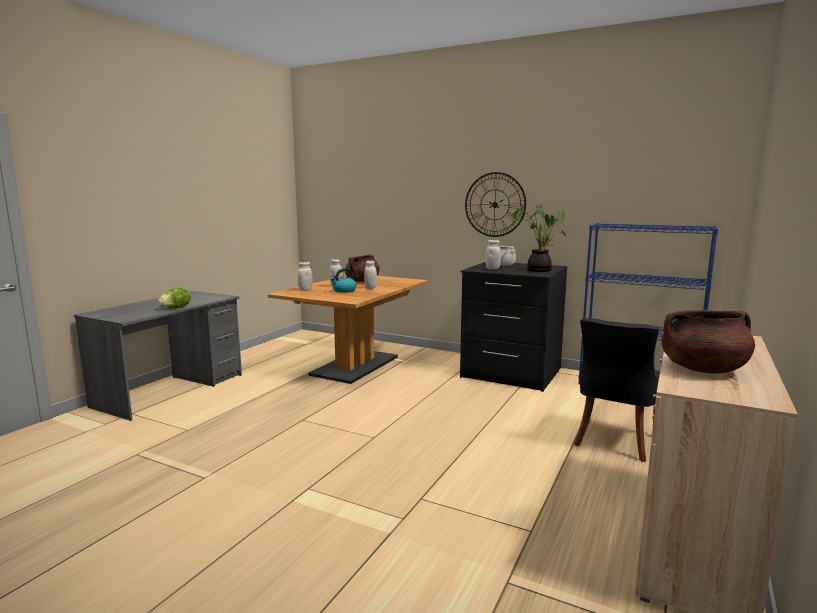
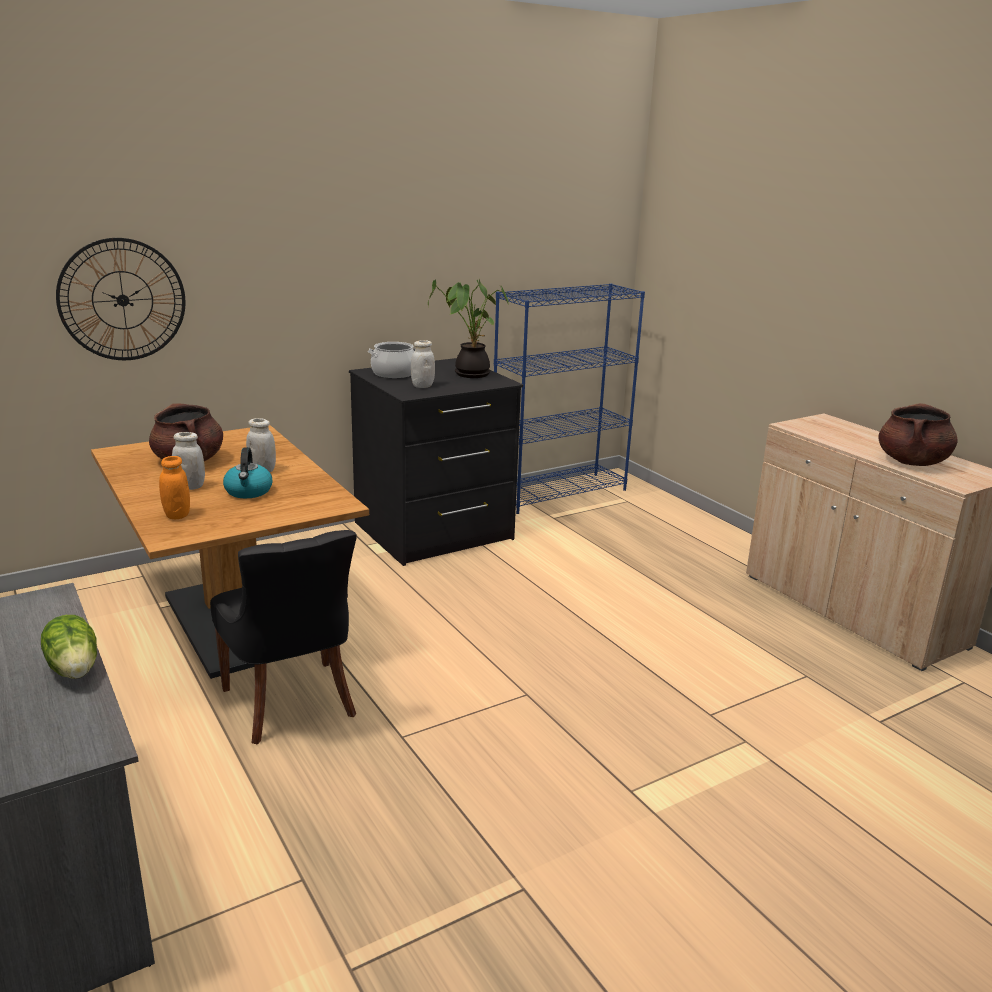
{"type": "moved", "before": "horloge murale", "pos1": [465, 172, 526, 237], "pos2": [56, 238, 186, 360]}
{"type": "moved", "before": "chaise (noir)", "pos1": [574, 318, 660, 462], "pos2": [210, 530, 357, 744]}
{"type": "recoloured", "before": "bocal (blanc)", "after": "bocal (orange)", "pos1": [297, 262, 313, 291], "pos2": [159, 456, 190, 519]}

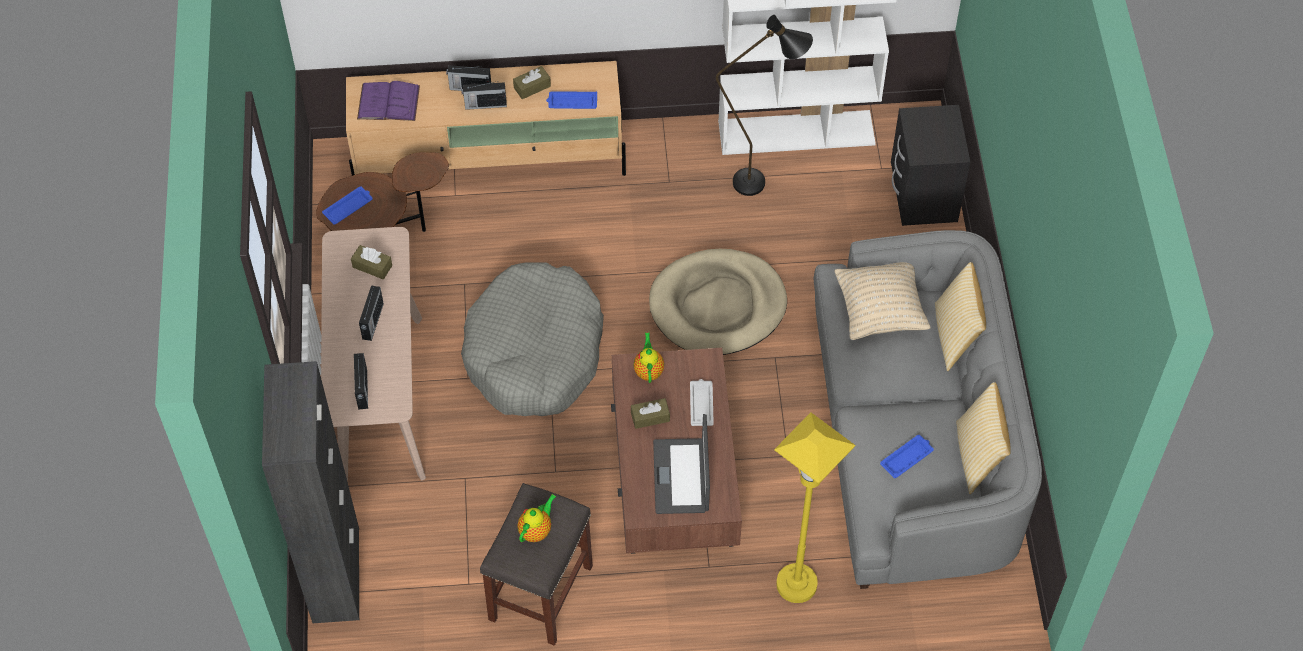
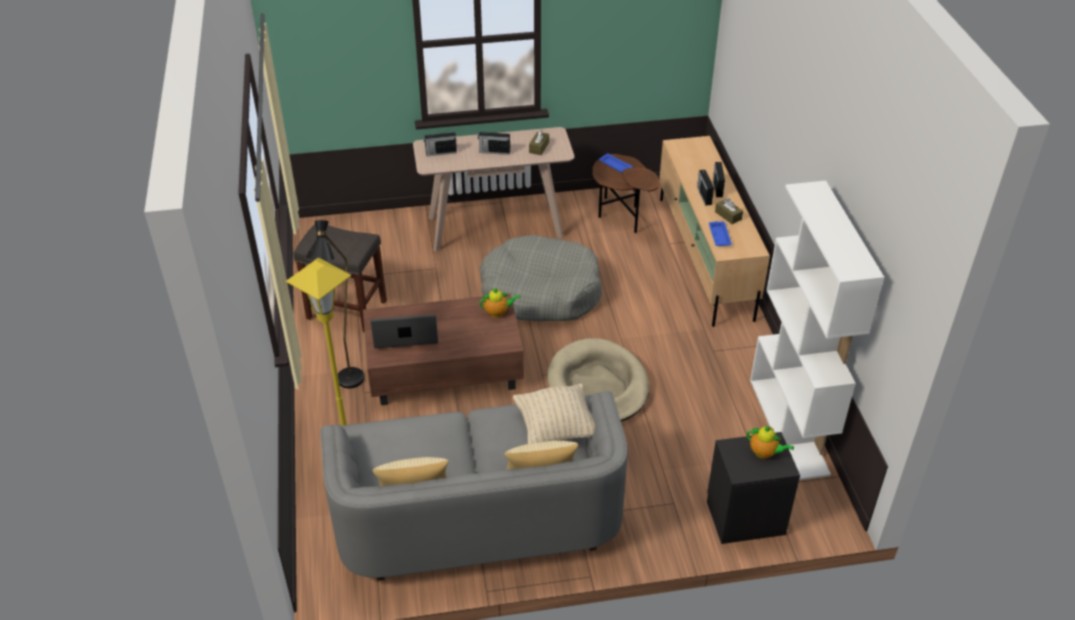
{"type": "removed", "before": "meuble de rangement (noir)", "pos1": [262, 361, 359, 623]}
{"type": "removed", "before": "livre (violet)", "pos1": [357, 81, 420, 121]}
{"type": "removed", "before": "boîte à mouchoirs (marron)", "pos1": [631, 398, 670, 429]}
{"type": "removed", "before": "plateau (blanc)", "pos1": [690, 379, 714, 426]}
{"type": "removed", "before": "plateau (bleu)", "pos1": [880, 435, 934, 478]}
{"type": "moved", "before": "théière", "pos1": [518, 494, 556, 542], "pos2": [747, 426, 794, 459]}
{"type": "moved", "before": "lampadaire (noir)", "pos1": [716, 15, 813, 196], "pos2": [305, 220, 364, 388]}

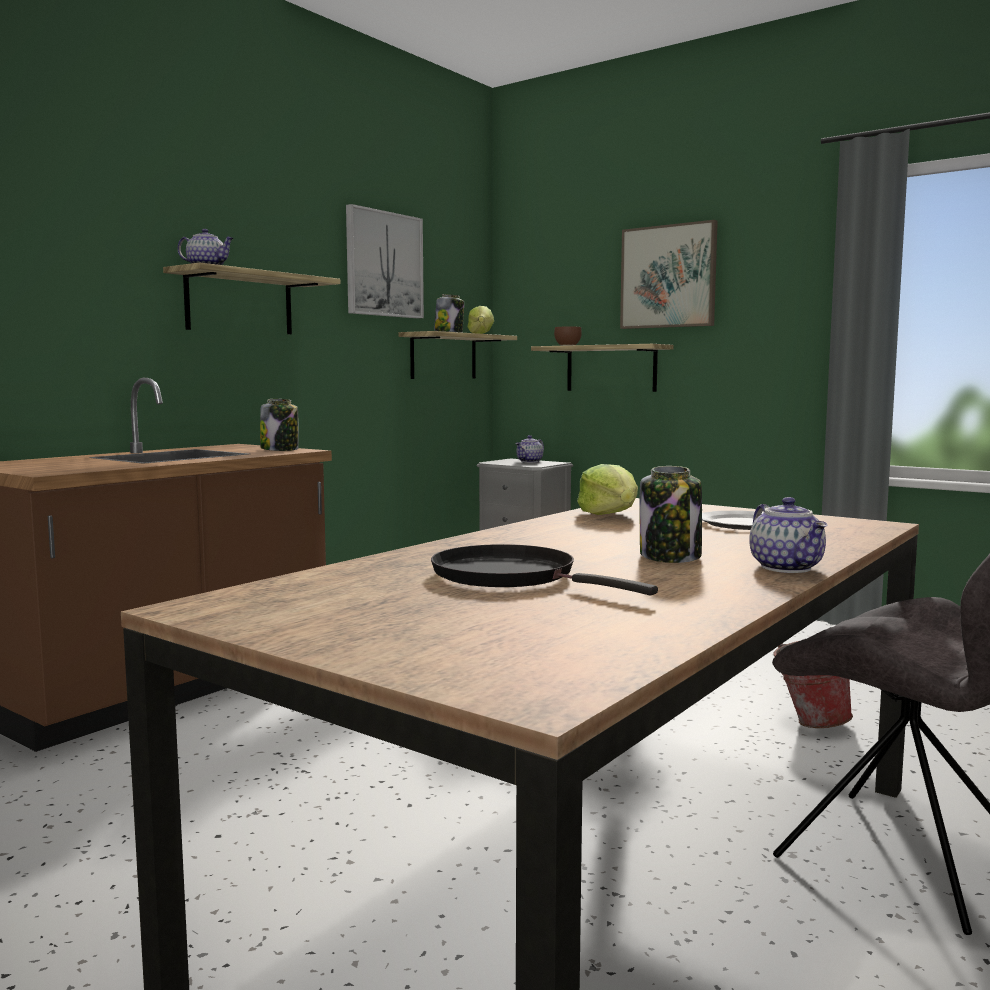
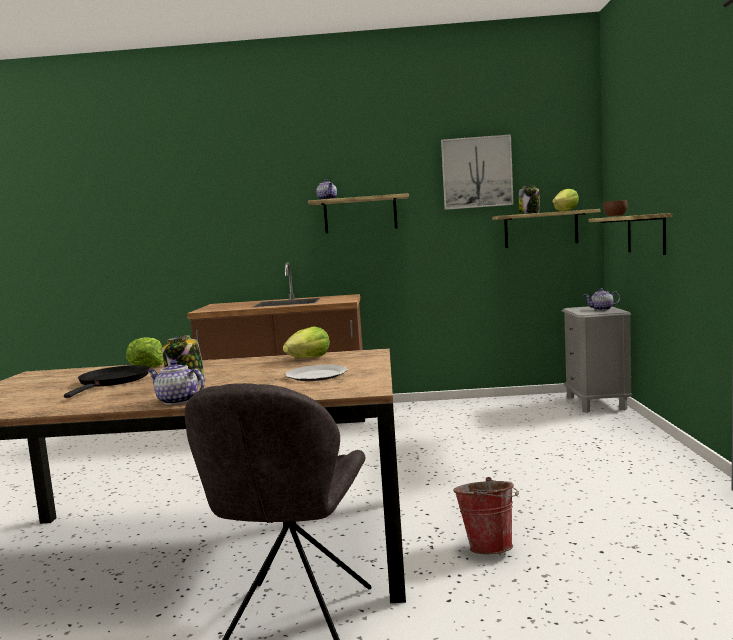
{"type": "removed", "before": "bocal", "pos1": [260, 399, 298, 451]}
{"type": "removed", "before": "tableau", "pos1": [620, 220, 718, 329]}
{"type": "added", "after": "laitue", "pos2": [126, 337, 164, 368]}
{"type": "turned", "before": "théière", "pos1": [749, 497, 827, 573], "pos2": [148, 360, 205, 405], "turn": 75}

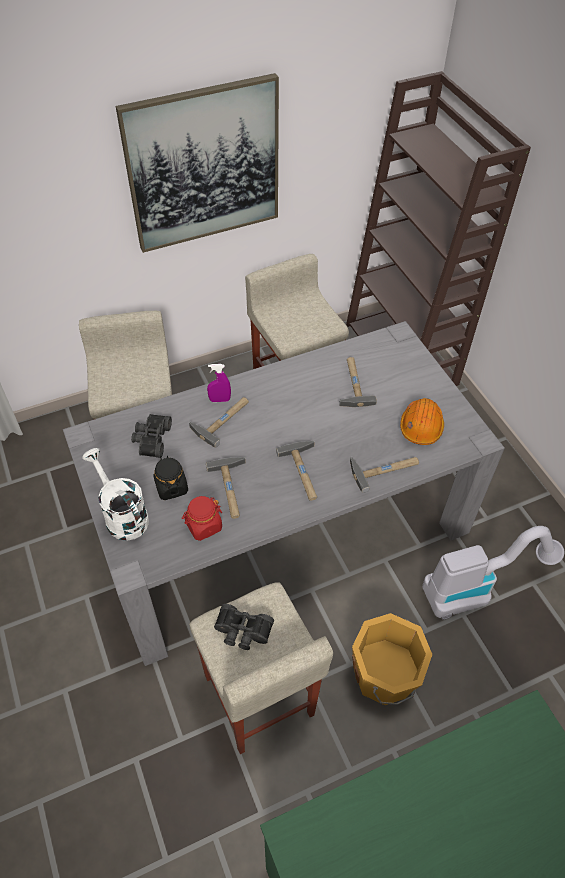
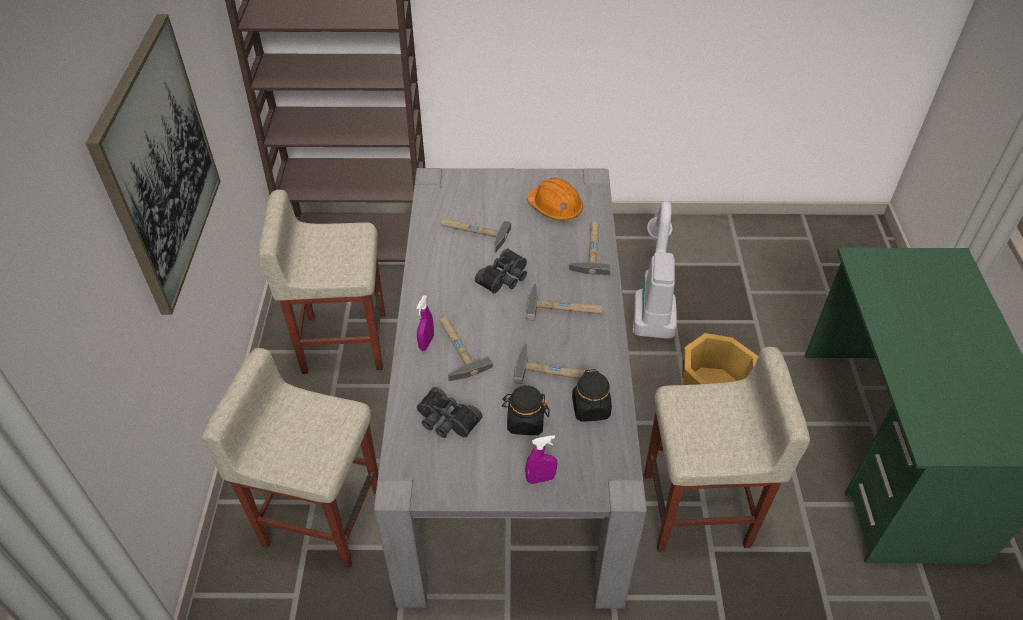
{"type": "moved", "before": "jumelles (noir)", "pos1": [214, 604, 274, 650], "pos2": [475, 248, 527, 293]}
{"type": "replaced", "before": "arrosoir (blanc)", "after": "vaporisateur (violet)", "pos1": [82, 448, 149, 541], "pos2": [525, 435, 557, 484]}
{"type": "recoloured", "before": "bocal (rouge)", "after": "bocal (noir)", "pos1": [182, 496, 222, 541], "pos2": [572, 369, 612, 422]}

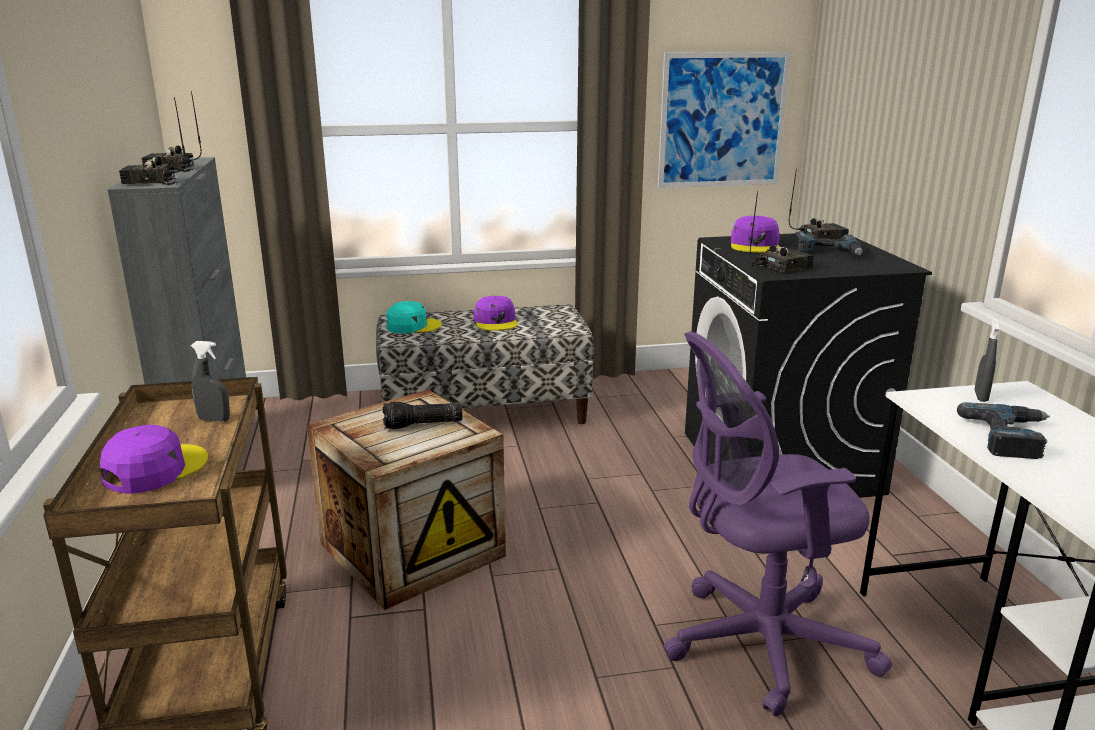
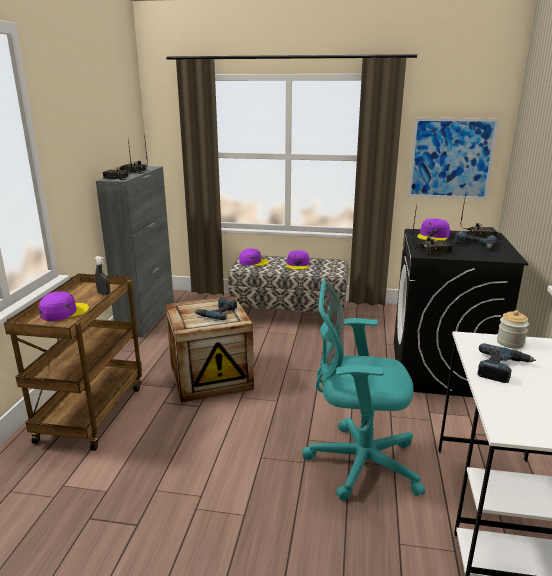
{"type": "replaced", "before": "lampe de poche", "after": "perceuse", "pos1": [383, 402, 463, 429], "pos2": [194, 297, 237, 320]}
{"type": "replaced", "before": "vaporisateur (gris)", "after": "bocal", "pos1": [975, 318, 1000, 402], "pos2": [497, 310, 529, 349]}
{"type": "recoloured", "before": "casquette (turquoise)", "after": "casquette (violet)", "pos1": [386, 301, 442, 333], "pos2": [239, 248, 269, 266]}
{"type": "recoloured", "before": "chaise de bureau (violet)", "after": "chaise de bureau (turquoise)", "pos1": [664, 331, 892, 717], "pos2": [302, 280, 425, 501]}

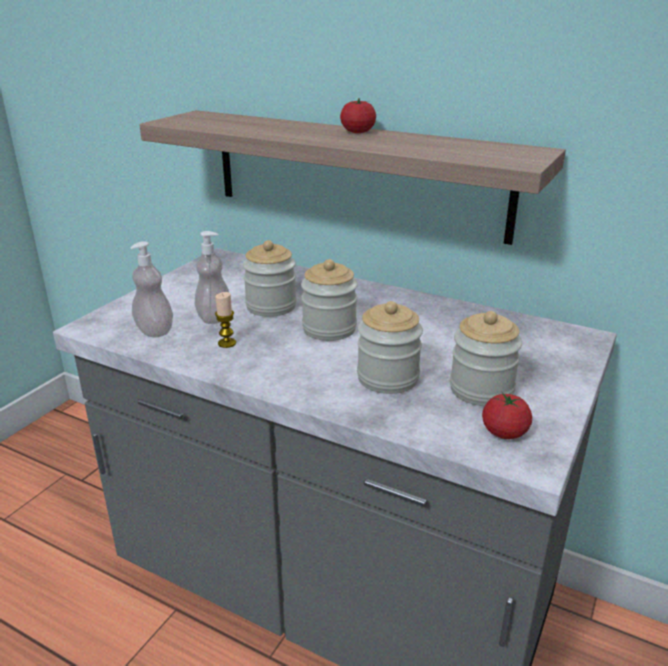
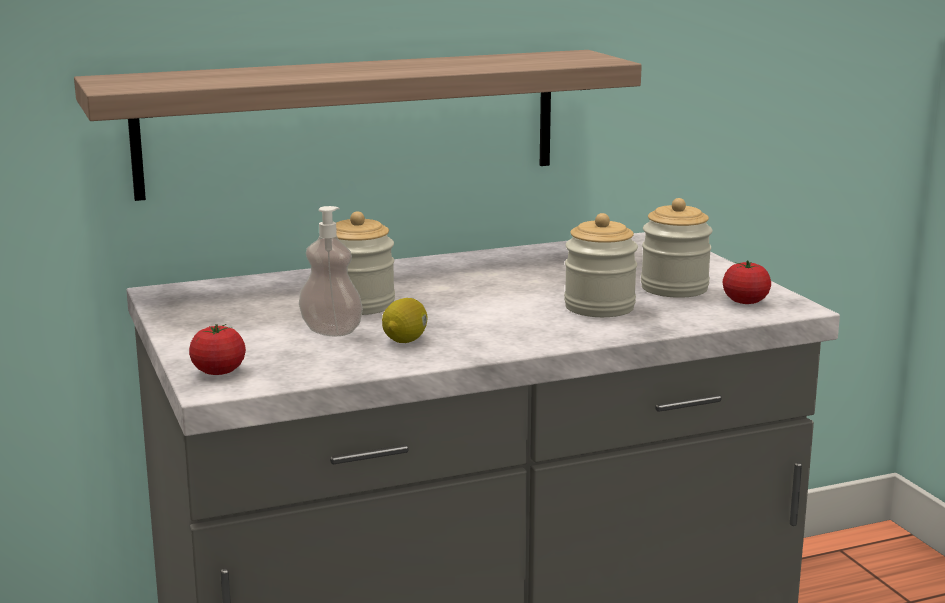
{"type": "removed", "before": "distributeur de savon", "pos1": [130, 241, 173, 337]}
{"type": "removed", "before": "bocal", "pos1": [301, 259, 358, 341]}
{"type": "moved", "before": "tomate", "pos1": [340, 99, 376, 133], "pos2": [189, 324, 246, 375]}
{"type": "replaced", "before": "bougie", "after": "citron", "pos1": [215, 292, 236, 348], "pos2": [382, 298, 427, 343]}

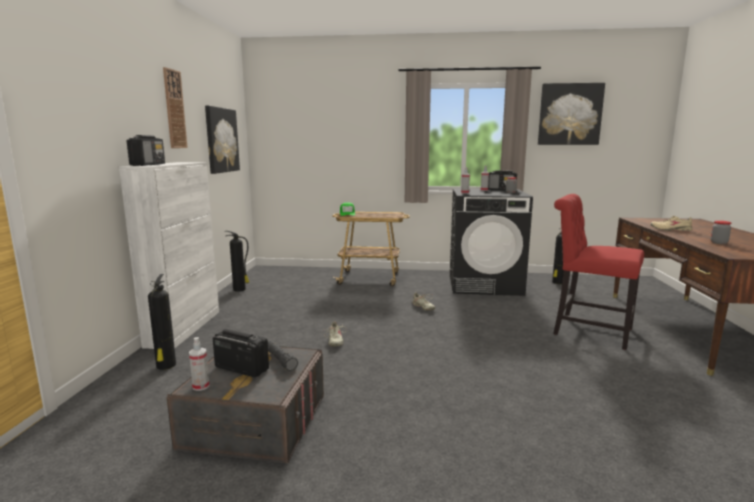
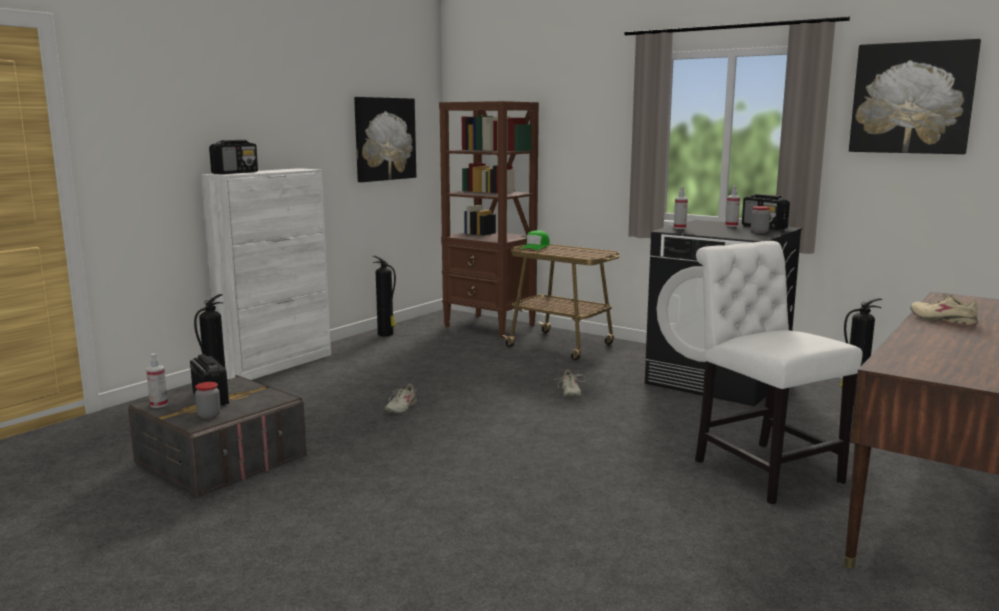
{"type": "removed", "before": "horloge murale", "pos1": [163, 67, 188, 148]}
{"type": "removed", "before": "lampe de poche (noir)", "pos1": [268, 341, 298, 371]}
{"type": "added", "after": "bibliothèque (marron)", "pos2": [439, 101, 539, 338]}
{"type": "moved", "before": "bocal", "pos1": [710, 221, 731, 244], "pos2": [195, 382, 221, 419]}
{"type": "recoloured", "before": "chaise (rouge)", "after": "chaise (blanc)", "pos1": [553, 194, 644, 350], "pos2": [695, 241, 863, 505]}

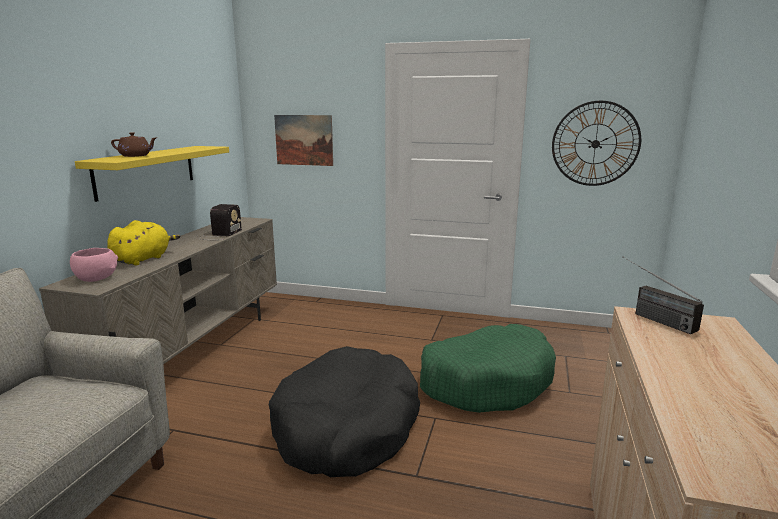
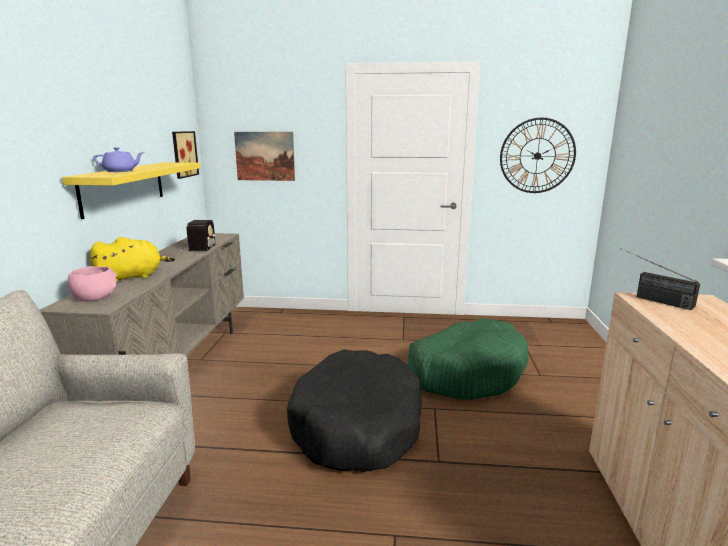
{"type": "added", "after": "tableau", "pos2": [172, 131, 199, 179]}
{"type": "recoloured", "before": "théière (marron)", "after": "théière (violet)", "pos1": [111, 132, 156, 157], "pos2": [93, 147, 144, 172]}
{"type": "turned", "before": "peluche (jaune)", "pos1": [107, 220, 181, 265], "pos2": [89, 237, 175, 282], "turn": 45}

